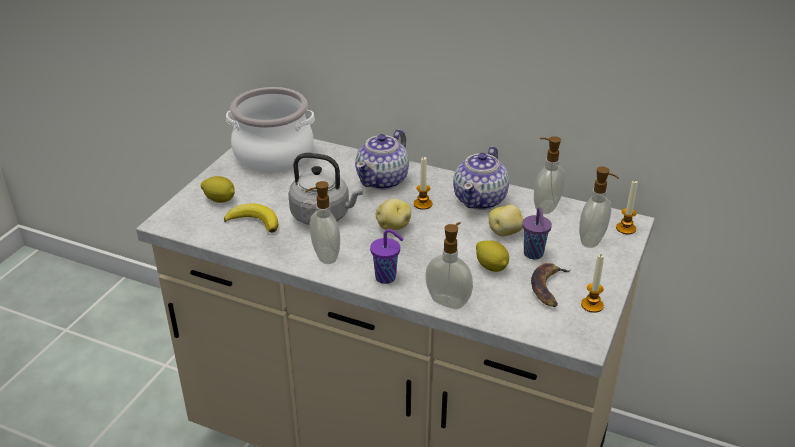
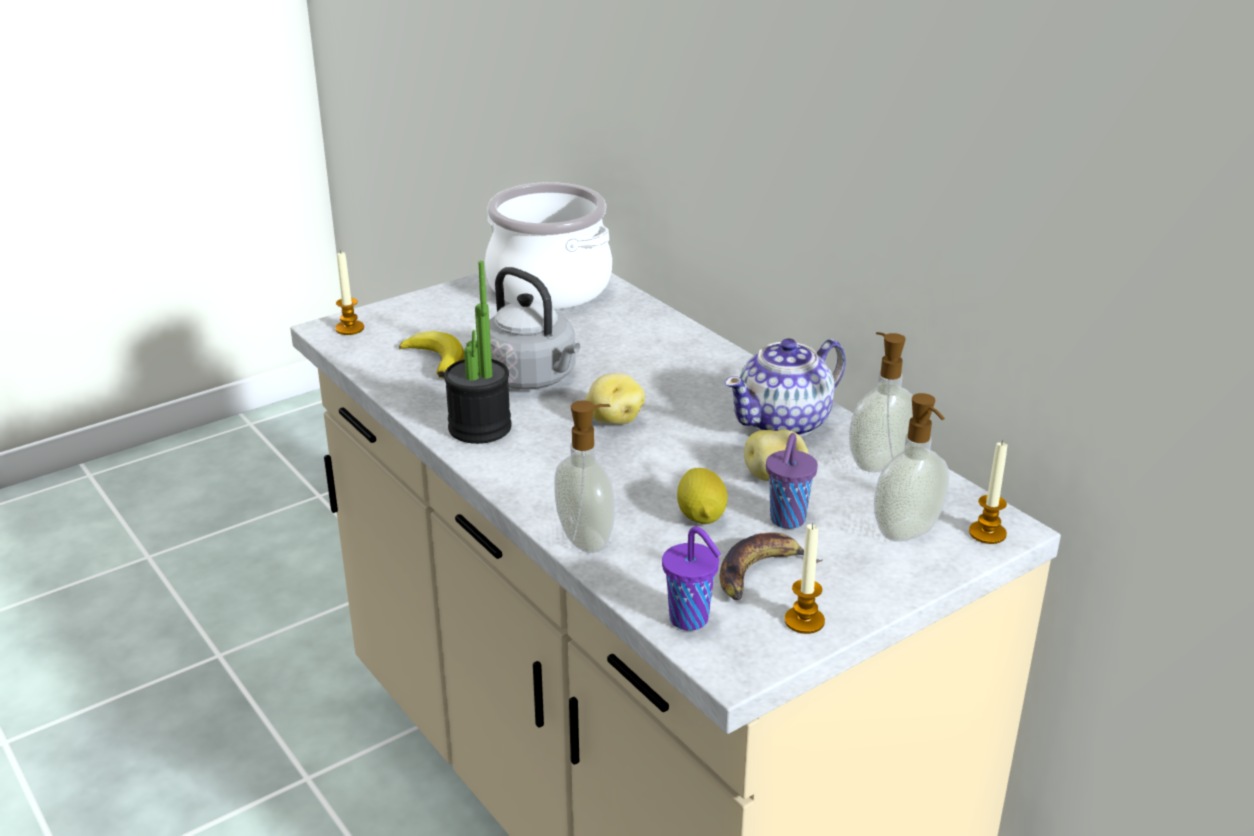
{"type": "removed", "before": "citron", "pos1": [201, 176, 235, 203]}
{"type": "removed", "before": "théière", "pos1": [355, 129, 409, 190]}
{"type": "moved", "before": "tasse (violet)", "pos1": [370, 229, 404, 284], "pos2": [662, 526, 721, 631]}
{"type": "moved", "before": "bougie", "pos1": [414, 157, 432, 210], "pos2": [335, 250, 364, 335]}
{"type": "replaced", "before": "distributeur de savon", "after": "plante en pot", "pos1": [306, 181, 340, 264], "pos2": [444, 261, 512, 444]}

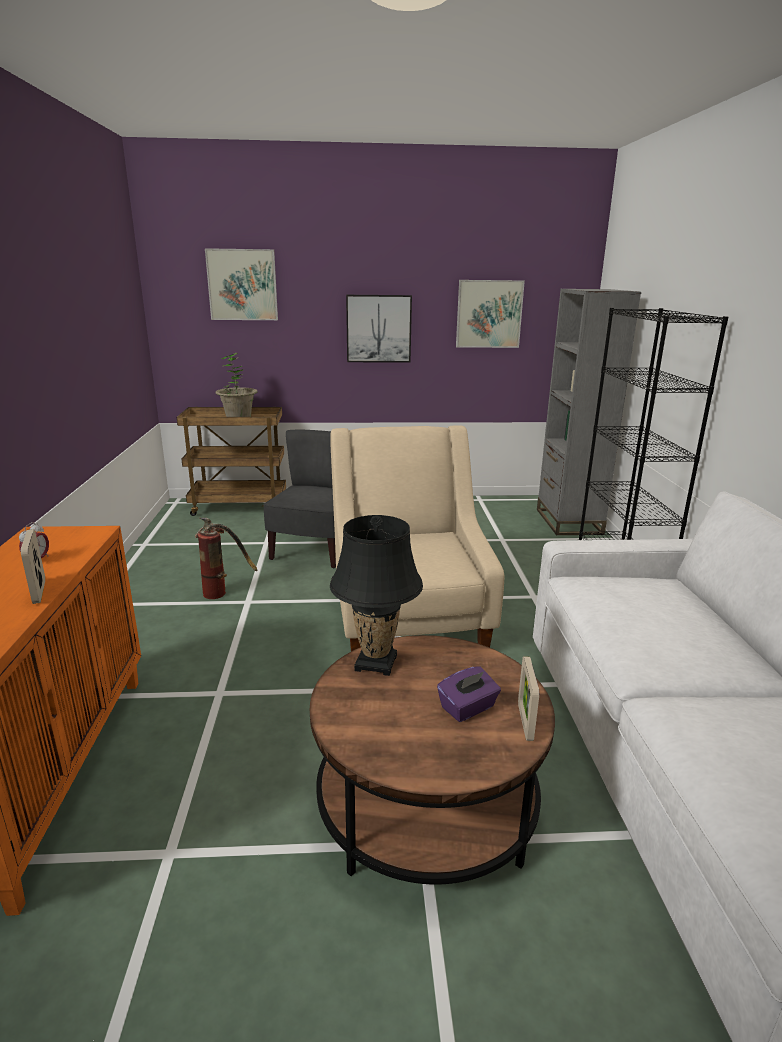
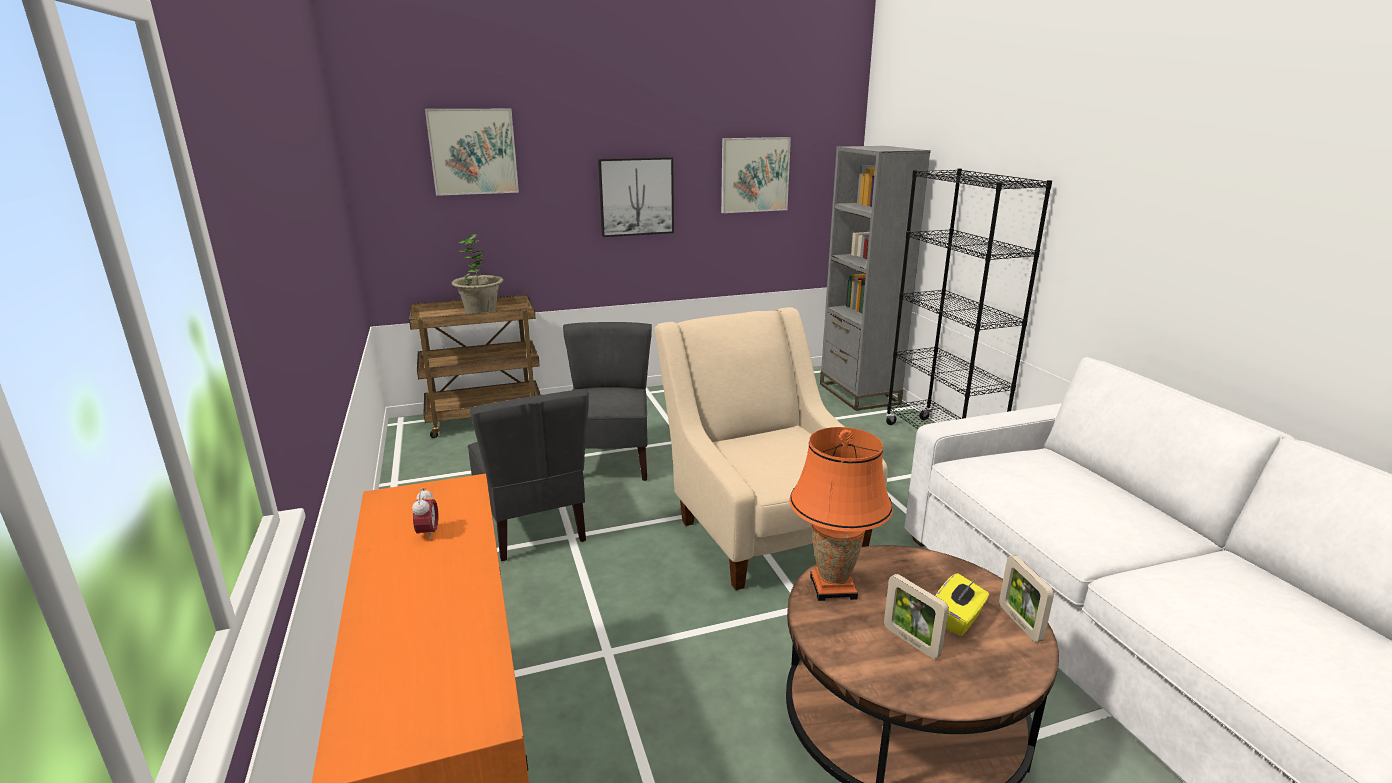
{"type": "moved", "before": "cadre photo", "pos1": [21, 529, 45, 604], "pos2": [884, 574, 949, 659]}
{"type": "replaced", "before": "extincteur", "after": "chaise (gris)", "pos1": [195, 518, 257, 599], "pos2": [467, 390, 589, 561]}
{"type": "recoloured", "before": "lampe de table (noir)", "after": "lampe de table (orange)", "pos1": [330, 515, 423, 676], "pos2": [789, 427, 893, 601]}
{"type": "recoloured", "before": "boîte à mouchoirs (violet)", "after": "boîte à mouchoirs (jaune)", "pos1": [437, 666, 501, 722], "pos2": [936, 573, 989, 636]}

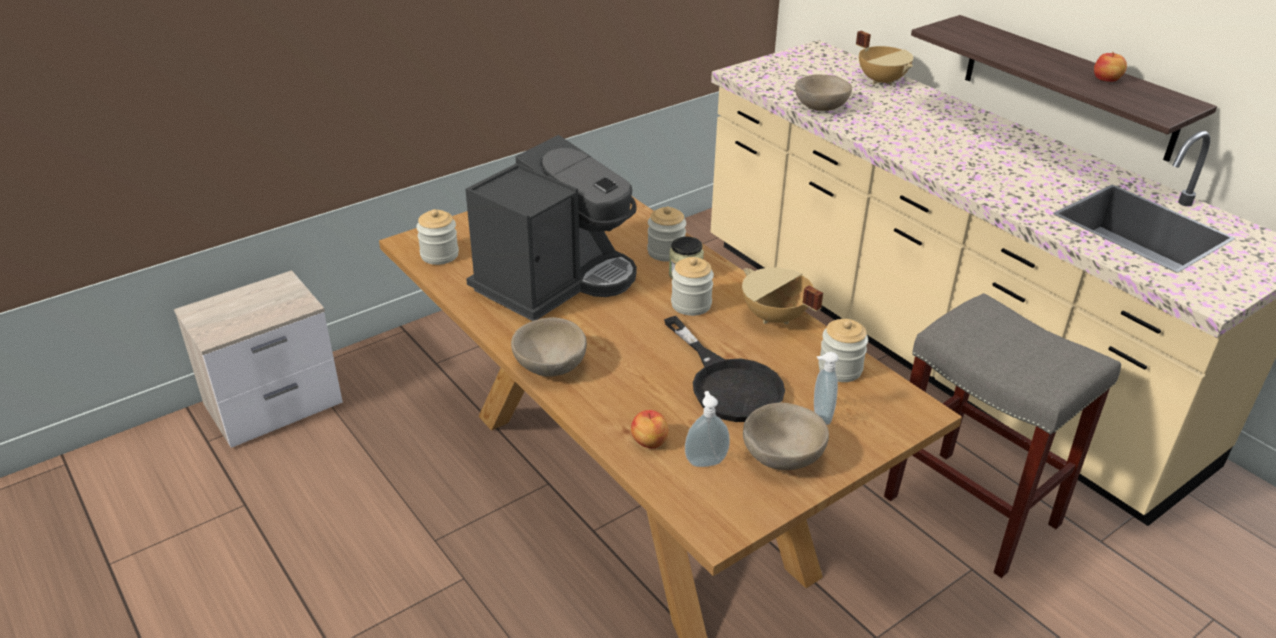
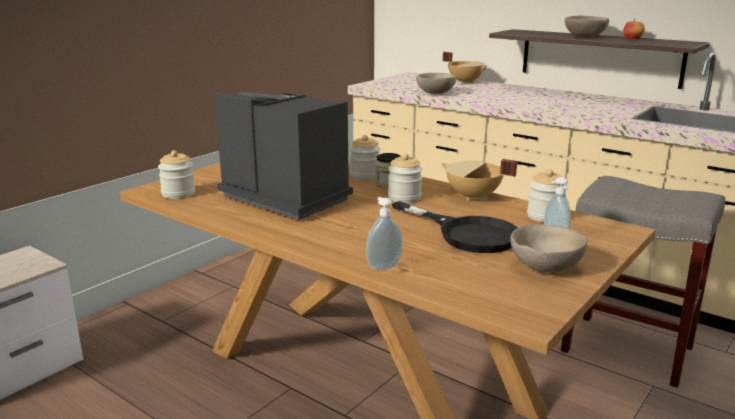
{"type": "removed", "before": "pomme", "pos1": [631, 410, 669, 448]}
{"type": "moved", "before": "bol (beige)", "pos1": [511, 317, 587, 377], "pos2": [565, 16, 609, 37]}
{"type": "moved", "before": "distributeur de savon", "pos1": [685, 391, 730, 467], "pos2": [366, 197, 403, 270]}
{"type": "turned", "before": "machine à café", "pos1": [465, 135, 637, 321], "pos2": [215, 92, 353, 220], "turn": -75}

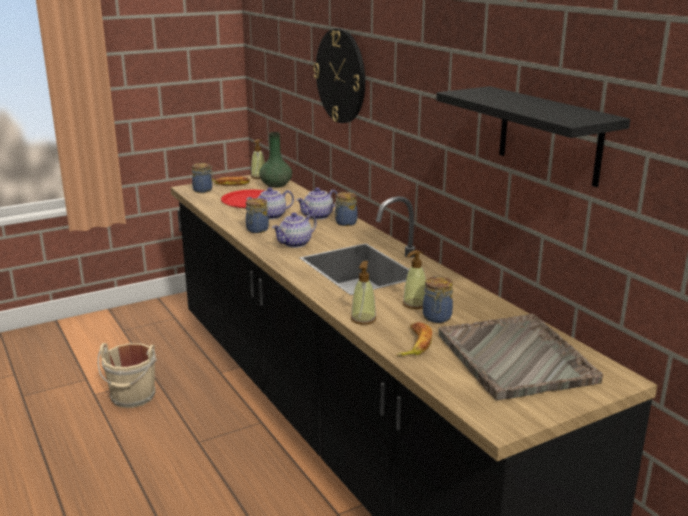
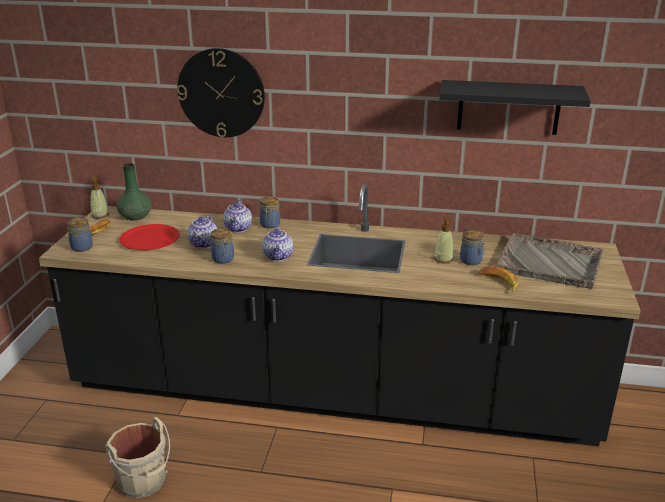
{"type": "removed", "before": "distributeur de savon", "pos1": [351, 261, 376, 325]}

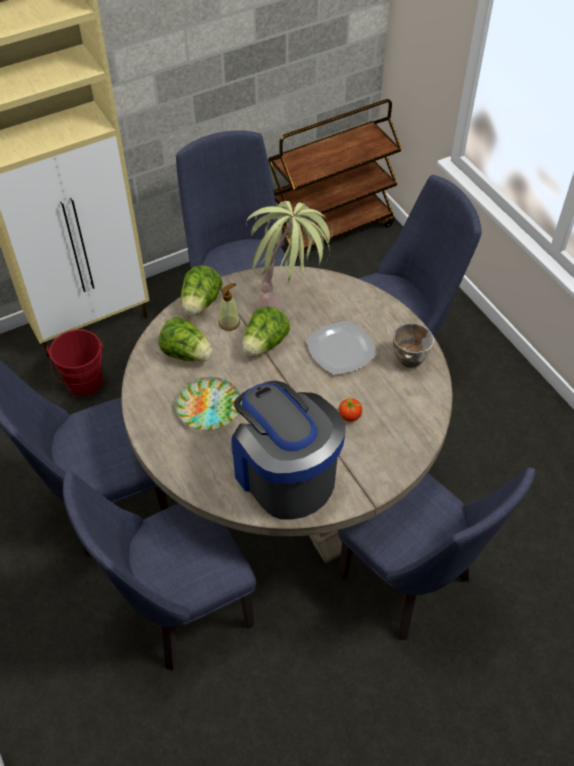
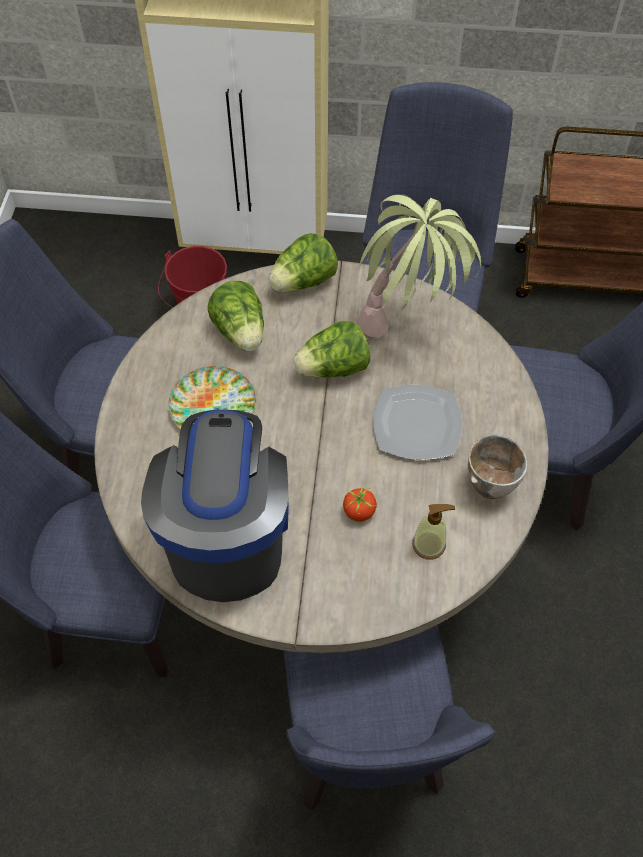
{"type": "moved", "before": "distributeur de savon", "pos1": [219, 283, 240, 331], "pos2": [412, 504, 455, 560]}

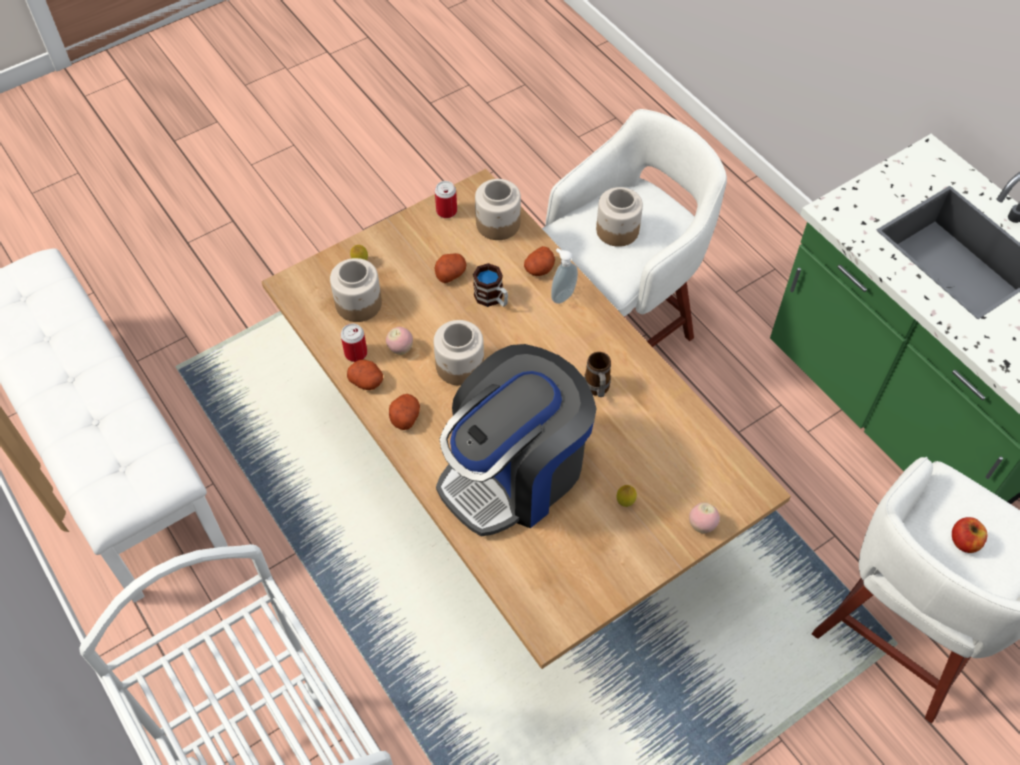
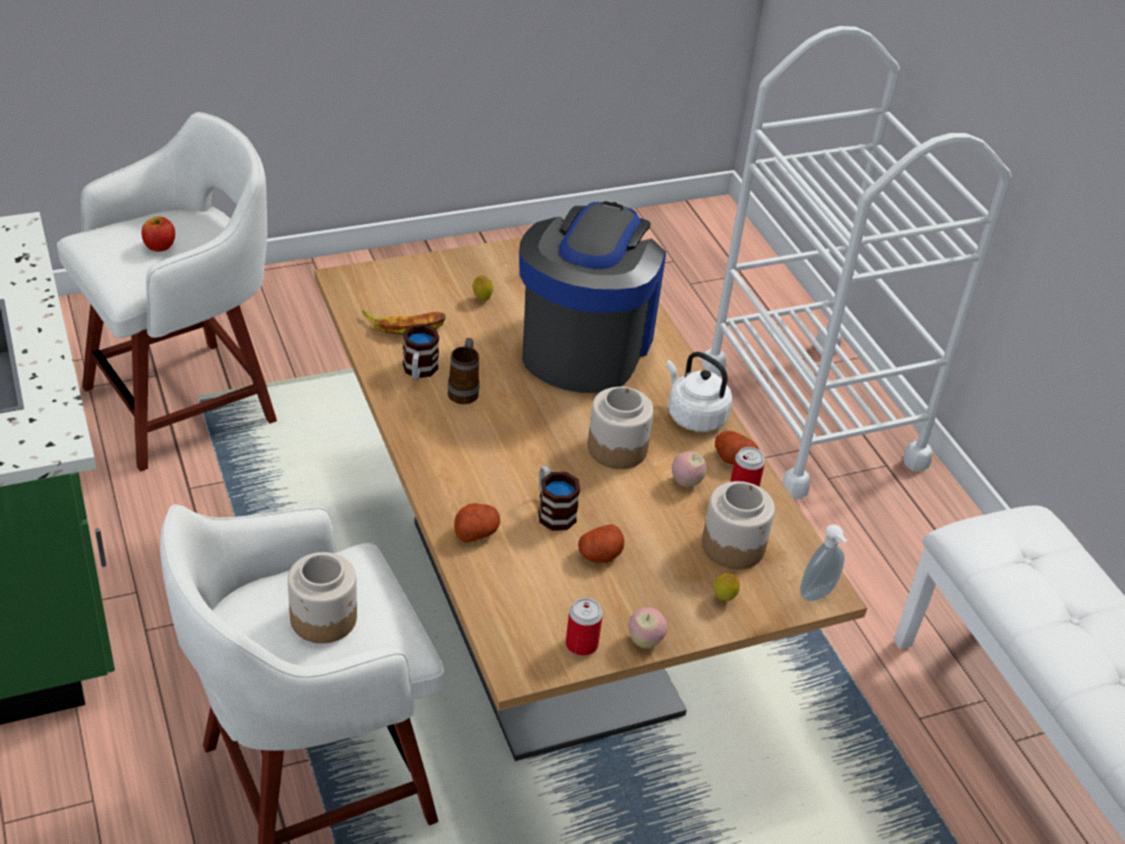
{"type": "removed", "before": "bocal", "pos1": [475, 179, 521, 240]}
{"type": "added", "after": "banane", "pos2": [362, 310, 446, 334]}
{"type": "added", "after": "mug", "pos2": [403, 324, 439, 381]}
{"type": "moved", "before": "distributeur de savon", "pos1": [551, 248, 578, 304], "pos2": [800, 524, 847, 602]}
{"type": "moved", "before": "pomme", "pos1": [689, 502, 720, 534], "pos2": [629, 607, 668, 648]}
{"type": "replaced", "before": "pomme de terre", "after": "bouilloire (blanc)", "pos1": [389, 394, 420, 430], "pos2": [666, 352, 732, 432]}
{"type": "turned", "before": "machine à café", "pos1": [436, 344, 597, 537], "pos2": [519, 201, 666, 393], "turn": -45}

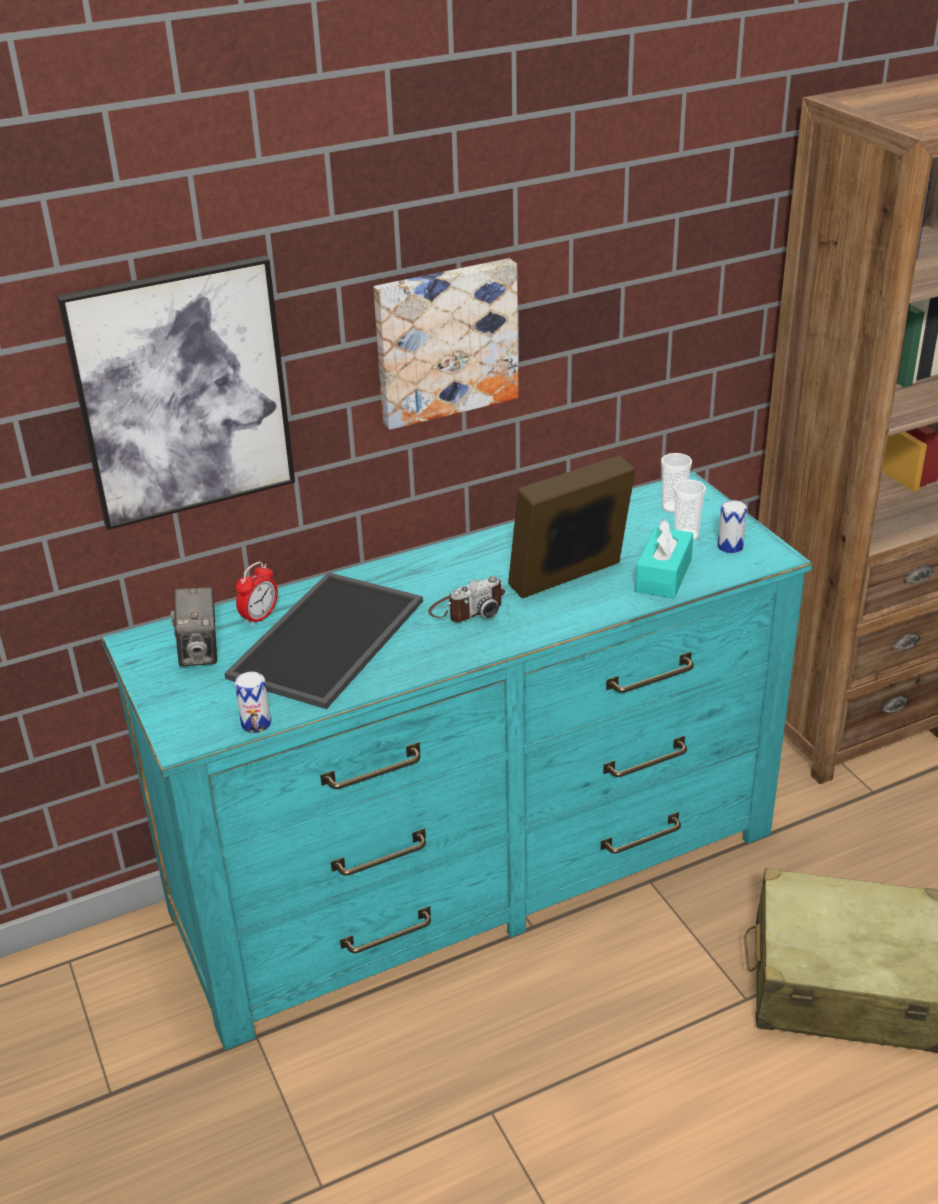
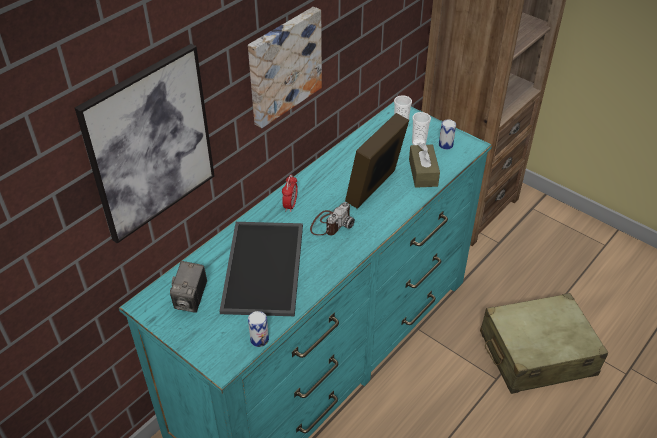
{"type": "moved", "before": "réveil", "pos1": [236, 562, 278, 627], "pos2": [282, 175, 298, 212]}
{"type": "recoloured", "before": "boîte à mouchoirs (turquoise)", "after": "boîte à mouchoirs (marron)", "pos1": [635, 519, 693, 598], "pos2": [409, 142, 440, 188]}
{"type": "turned", "before": "appareil photo", "pos1": [171, 587, 217, 667], "pos2": [170, 261, 207, 313], "turn": 45}

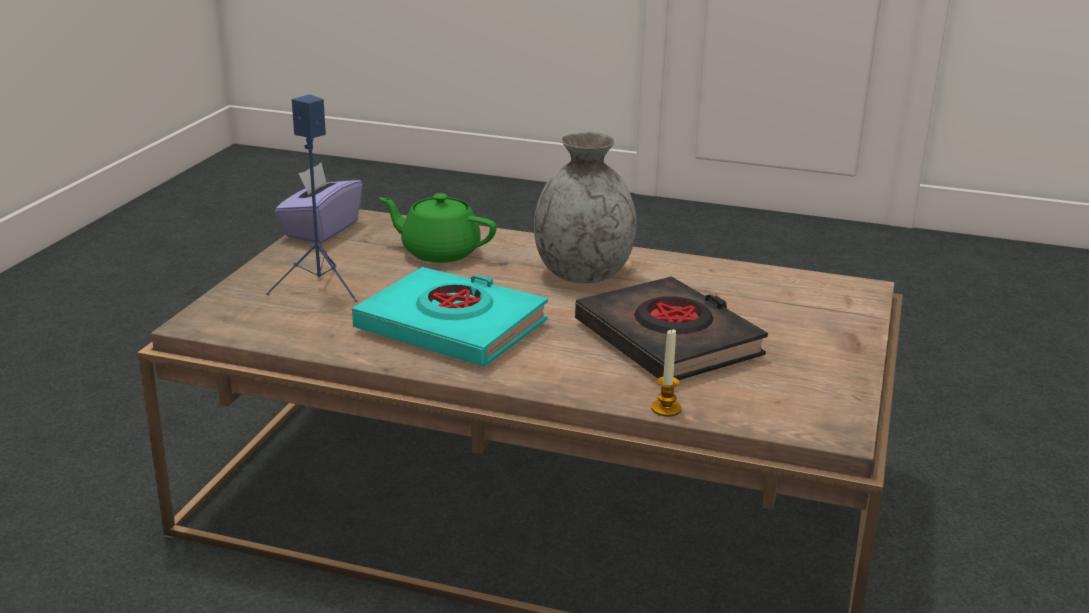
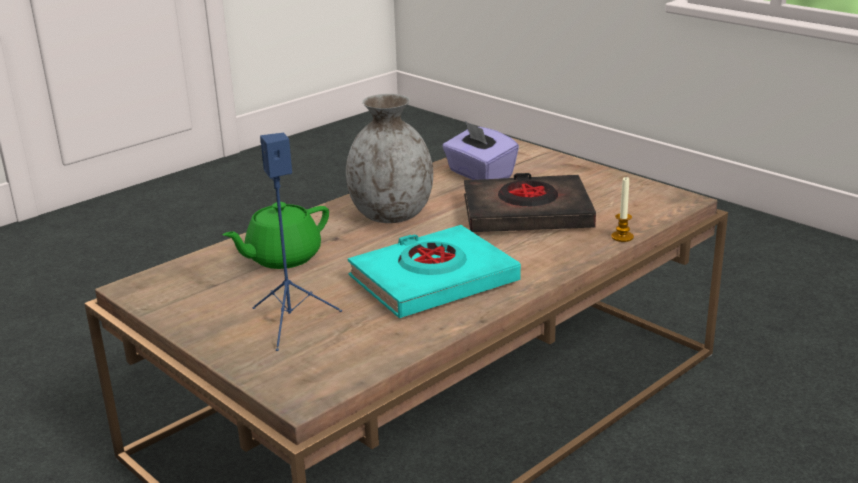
{"type": "moved", "before": "boîte à mouchoirs (violet)", "pos1": [275, 163, 363, 244], "pos2": [442, 121, 519, 180]}

